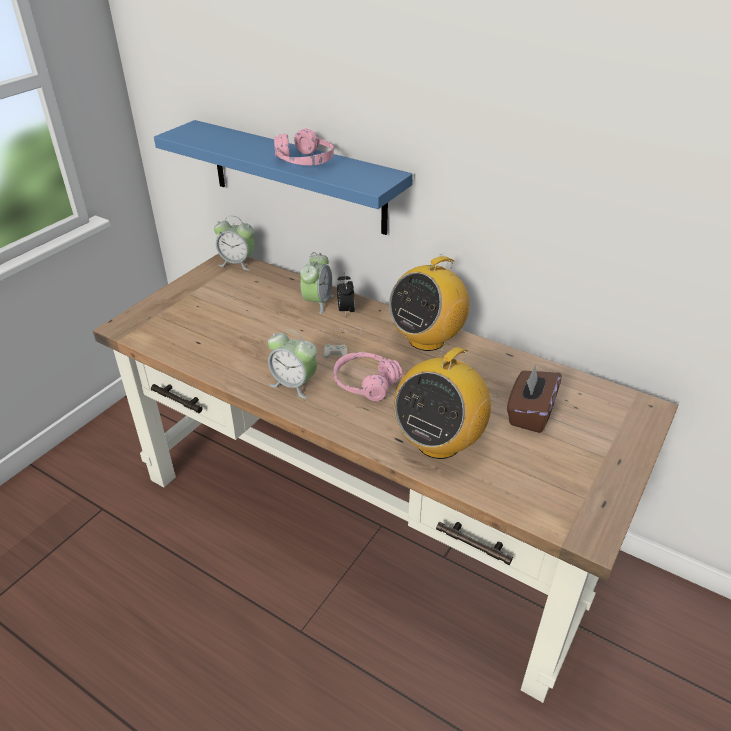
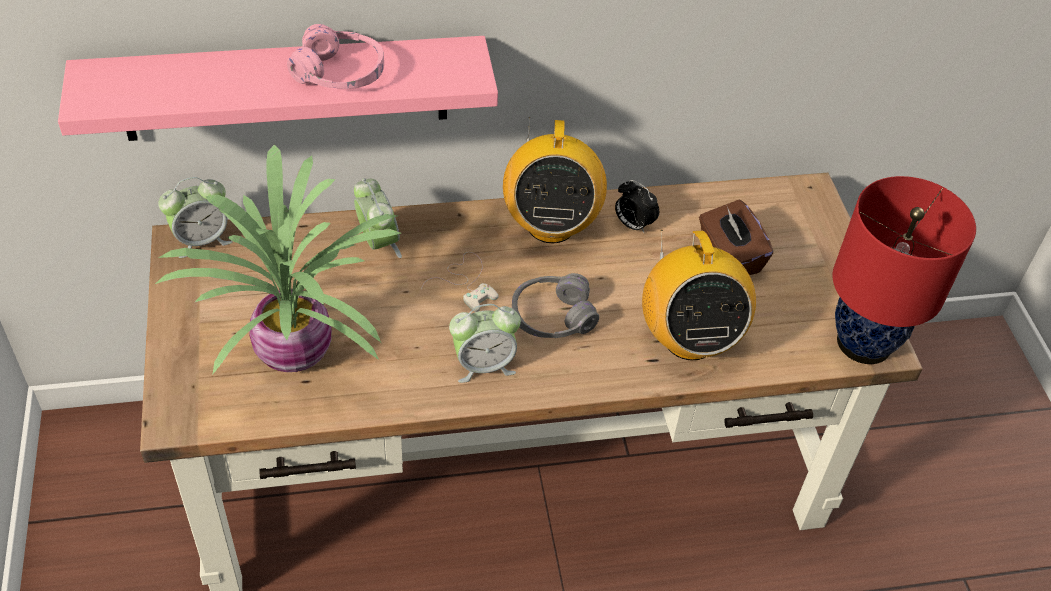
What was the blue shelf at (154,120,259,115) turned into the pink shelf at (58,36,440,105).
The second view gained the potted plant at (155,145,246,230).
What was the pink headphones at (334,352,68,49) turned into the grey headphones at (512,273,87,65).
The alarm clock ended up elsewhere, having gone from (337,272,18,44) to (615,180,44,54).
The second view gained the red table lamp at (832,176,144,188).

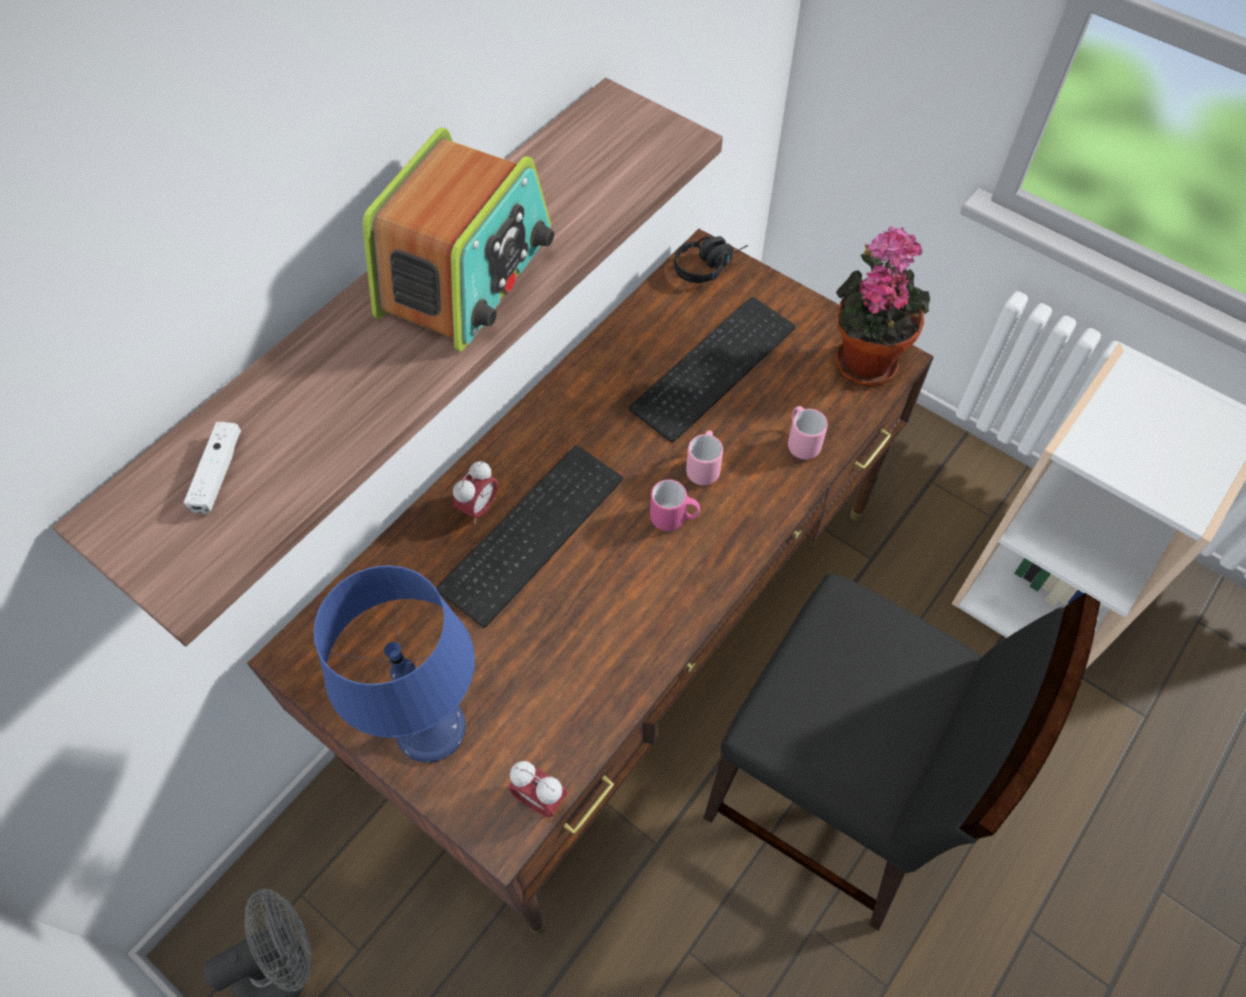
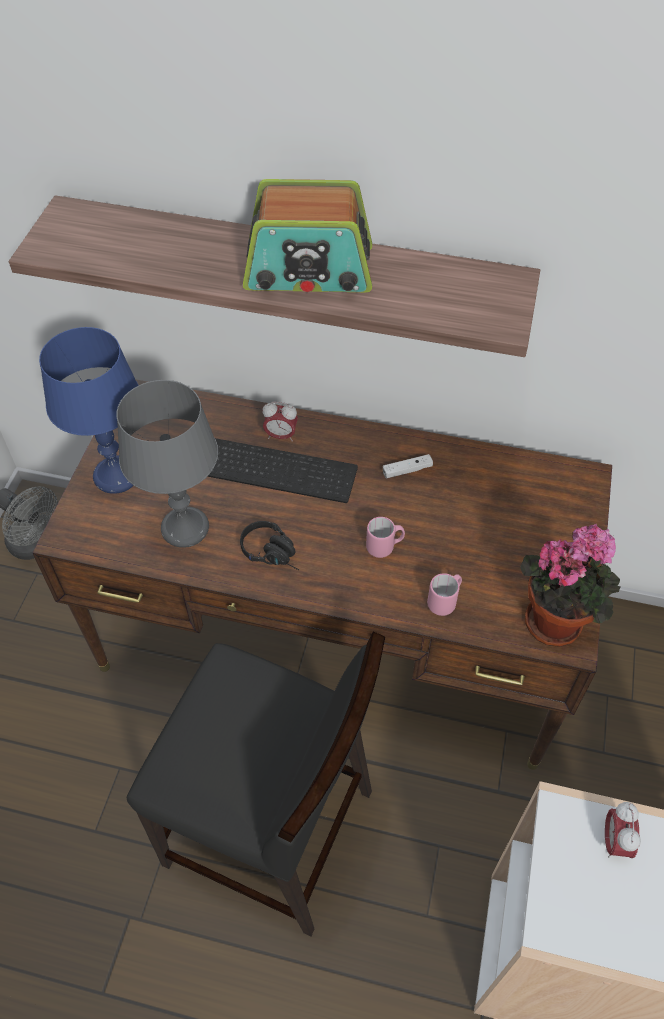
The second view gained the grey table lamp at (117,380,101,168).
The black chair at (704,573,396,358) ended up facing another way, 75 degrees counterclockwise from before.
The black headphones ended up elsewhere, having gone from (674,236,74,47) to (240,521,59,49).
The white game controller ended up elsewhere, having gone from (184,422,57,92) to (383,454,50,24).
The alarm clock ended up elsewhere, having gone from (508,761,59,57) to (605,802,36,56).
The second view lost the keyboard at (629,297,167,145).
The second view lost the pink mug at (650,479,50,52).

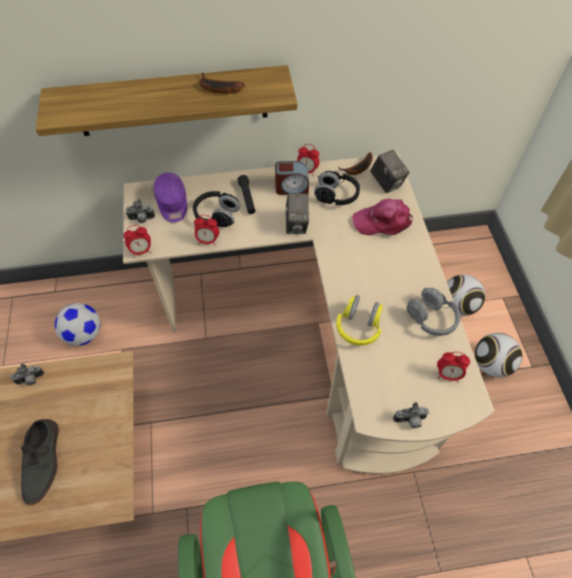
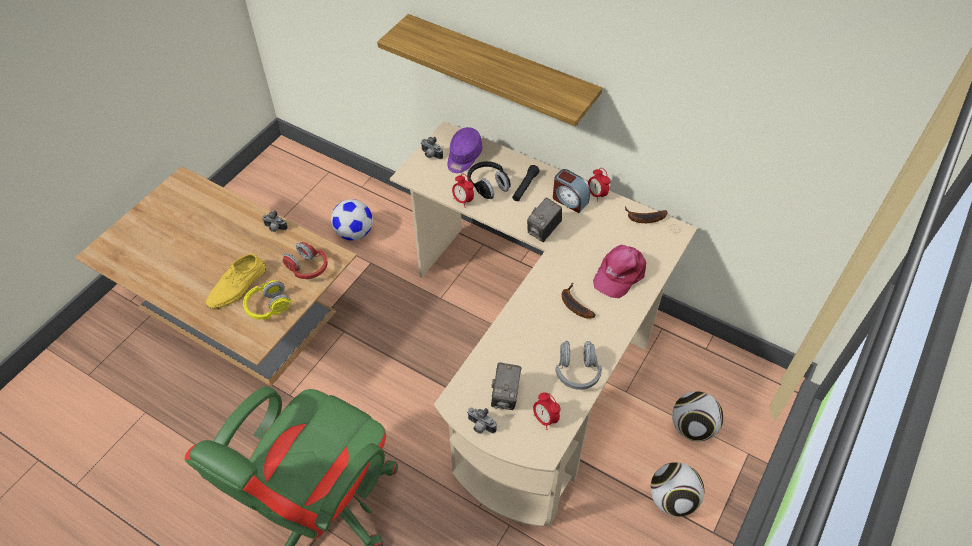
What was the grey shoe at (21,419,38,86) turned into the yellow shoe at (206,254,60,55).
The yellow headphones ended up elsewhere, having gone from (336,295,47,51) to (243,281,50,39).
The second view gained the red headphones at (283,242,45,37).
The photo camera ended up elsewhere, having gone from (370,150,40,43) to (491,363,31,47).
The banana ended up elsewhere, having gone from (200,72,45,22) to (562,283,33,36).
The pink cap at (352,198,61,38) ended up facing another way, 90 degrees counterclockwise from before.
The second view lost the alarm clock at (123,225,28,33).
The second view lost the black headphones at (314,171,46,34).

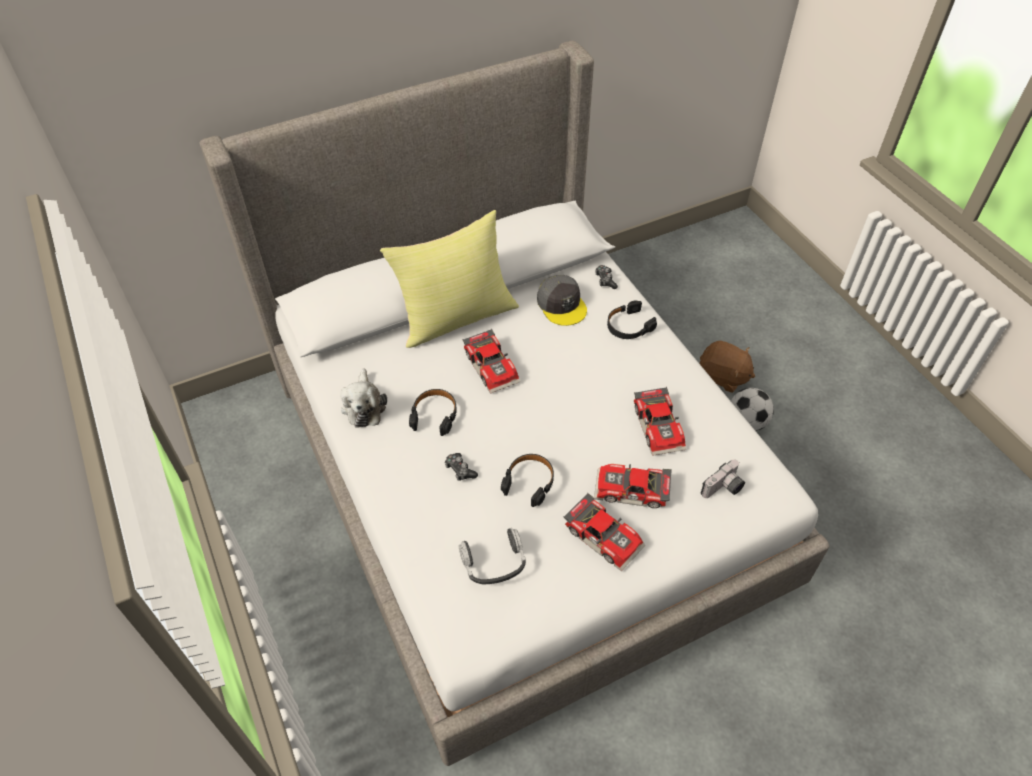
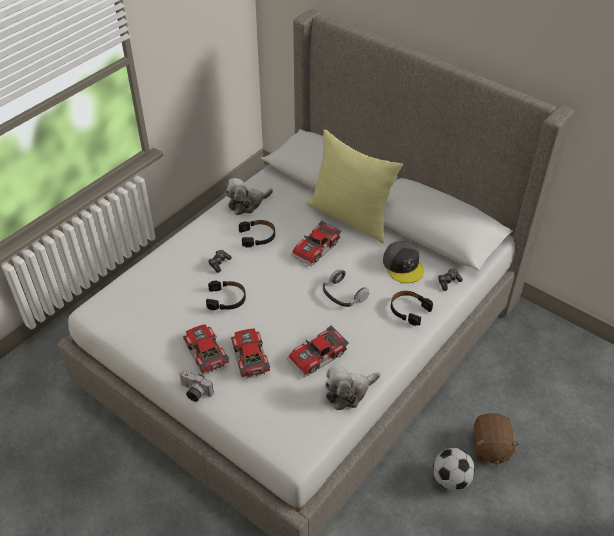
The photo camera ended up elsewhere, having gone from (701,460,44,38) to (179,370,35,32).
The toy car at (563,493,82,78) ended up facing another way, 135 degrees clockwise from before.
The headphones ended up elsewhere, having gone from (458,528,68,56) to (323,270,46,37).
The second view gained the plush toy at (325,365,55,45).
The grey cap at (537,275,50,51) ended up facing another way, 60 degrees counterclockwise from before.

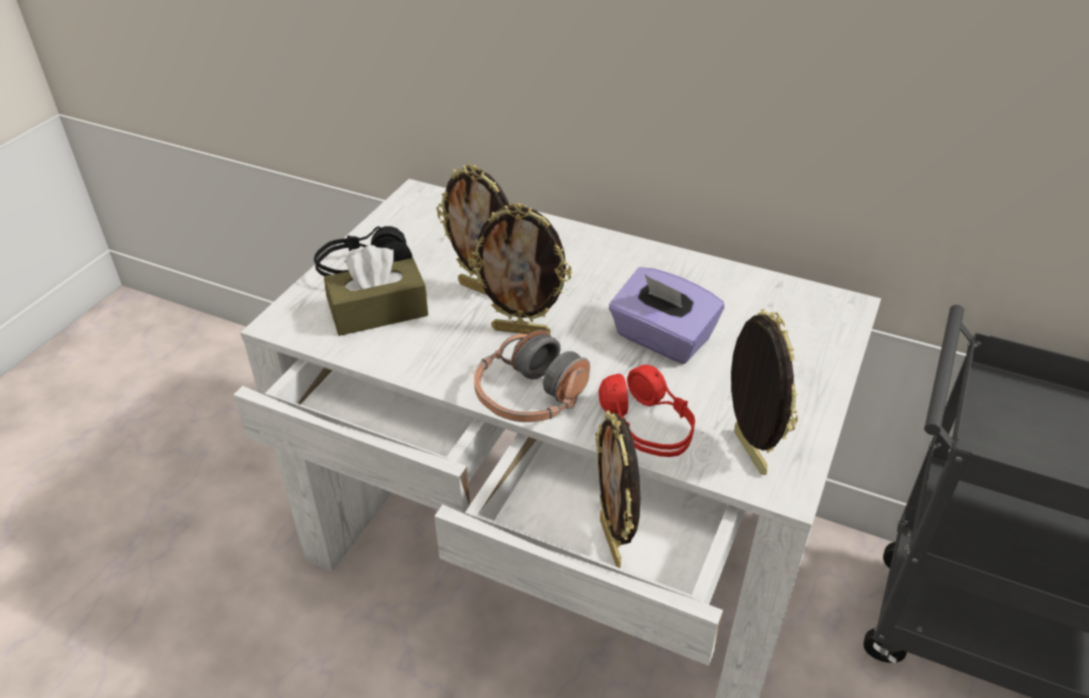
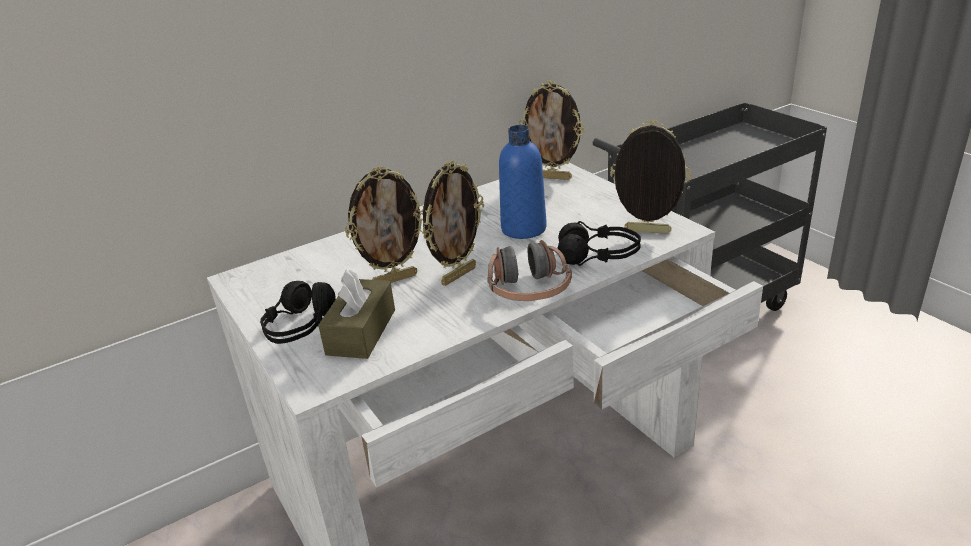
Where the purple tissue box stood at (609,267,115,97), the blue bottle came to stand at (499,125,48,114).
The picture frame ended up elsewhere, having gone from (595,410,45,158) to (519,81,66,99).
What was the red headphones at (599,365,96,92) turned into the black headphones at (557,221,84,45).

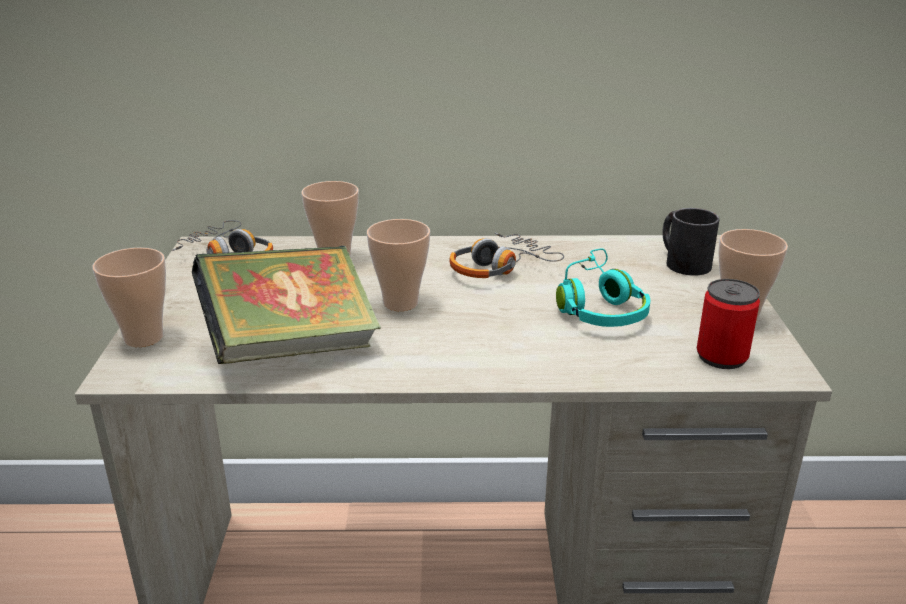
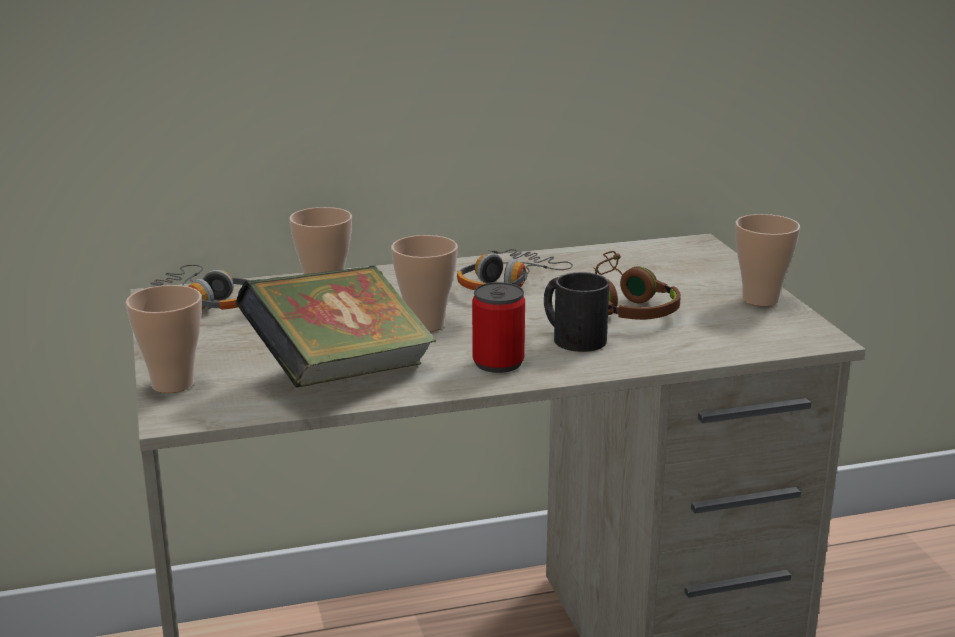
The can ended up elsewhere, having gone from (697,279,63,90) to (472,282,53,91).
The black mug ended up elsewhere, having gone from (662,208,57,68) to (544,272,65,80).
What was the turquoise headphones at (556,248,95,79) turned into the brown headphones at (593,251,88,69).

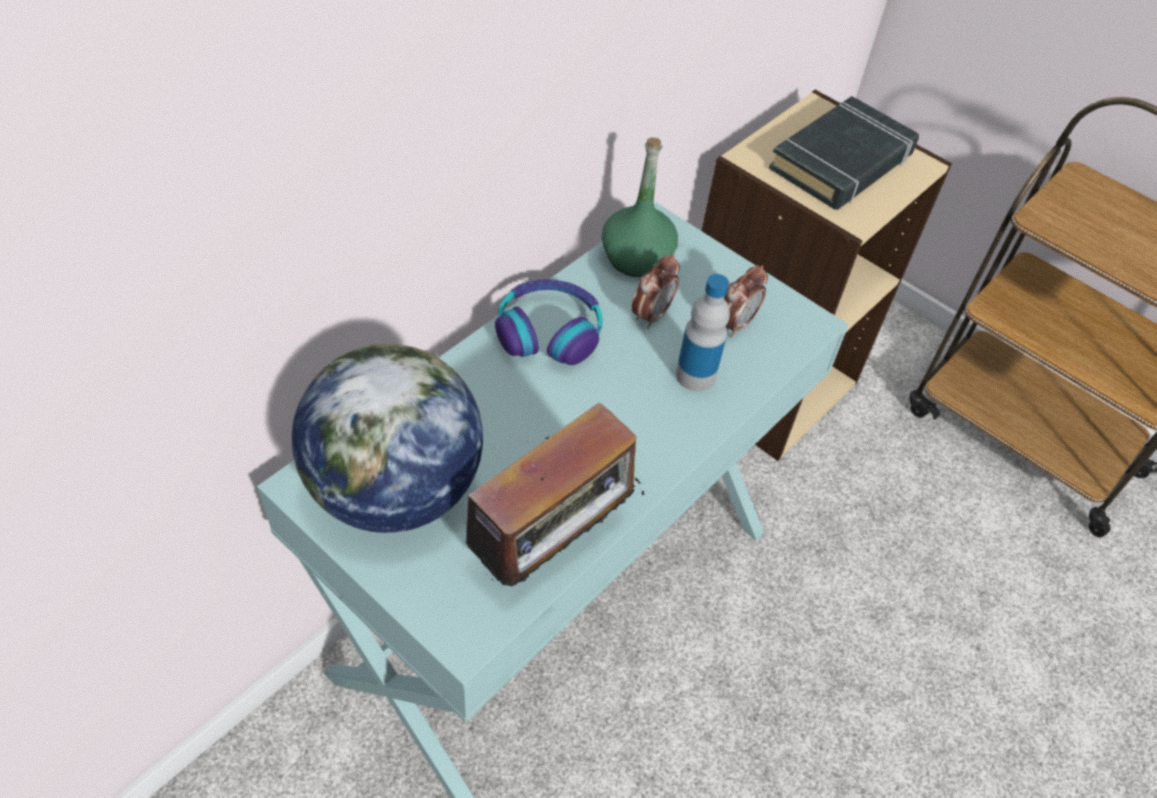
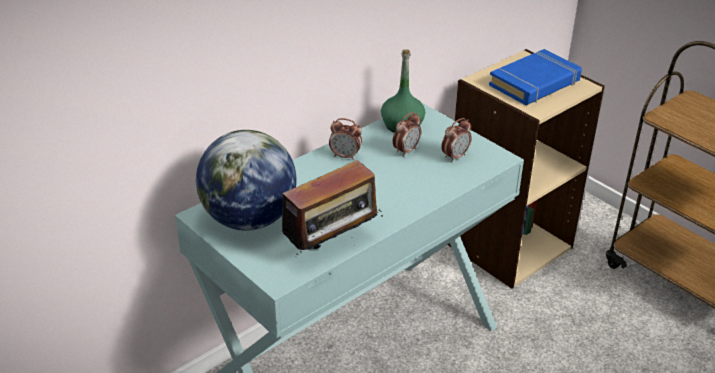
Where the headphones stood at (495,279,108,86), the alarm clock came to stand at (329,118,33,42).
What was the black book at (769,96,150,114) turned into the blue book at (489,49,93,56).
The second view lost the bottle at (676,274,54,117).

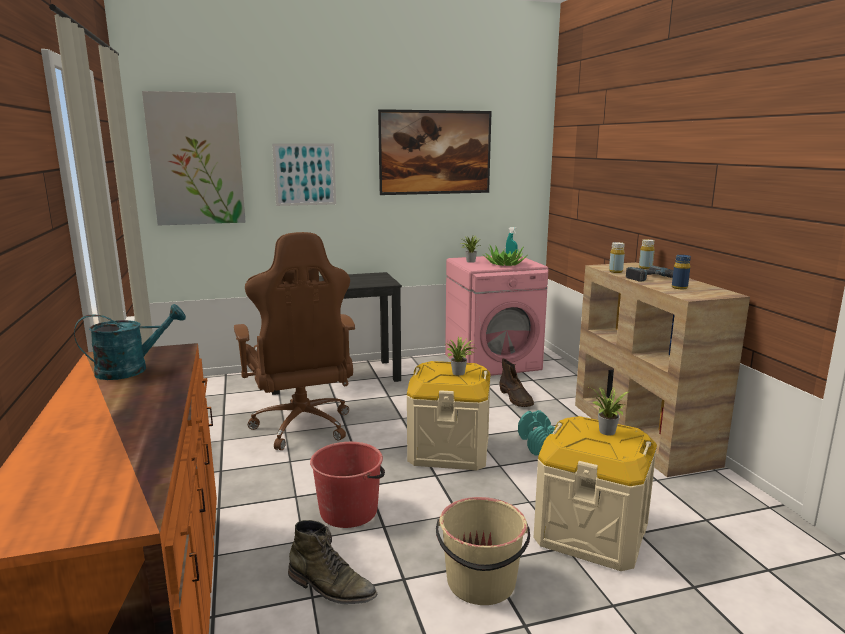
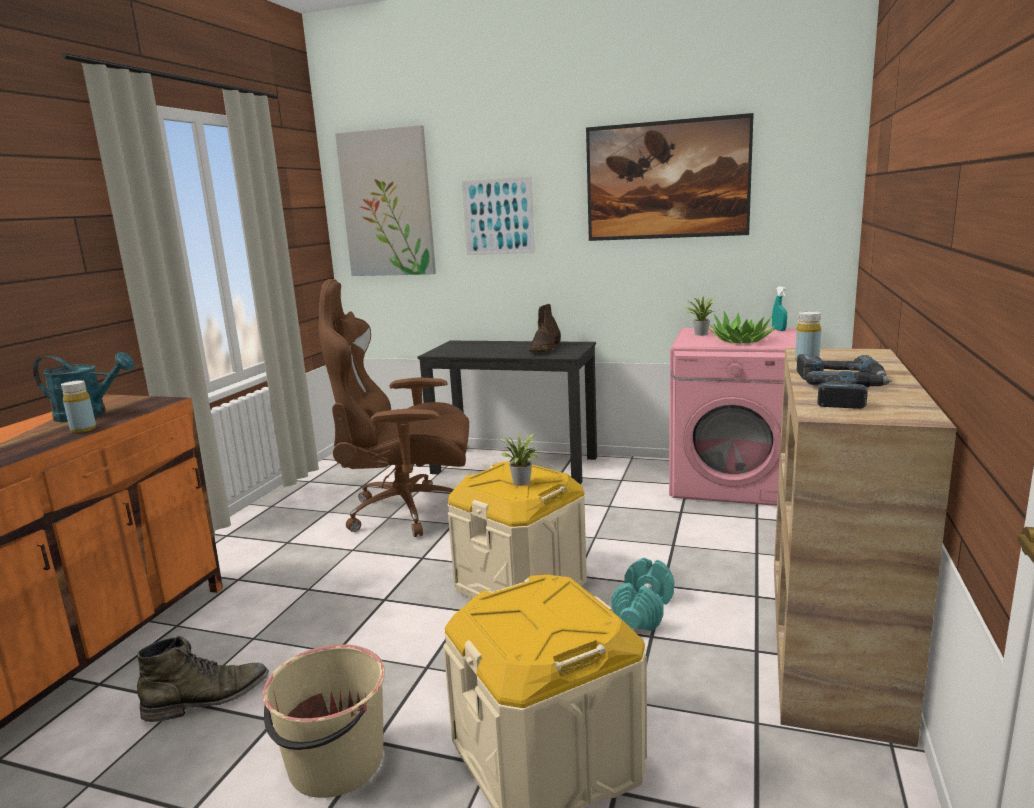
The yellow bottle ended up elsewhere, having gone from (639,239,16,30) to (61,380,35,53).
The green boot at (288,520,89,84) ended up facing another way, 90 degrees counterclockwise from before.
The brown office chair at (234,232,121,218) ended up facing another way, 75 degrees clockwise from before.
The brown boot ended up elsewhere, having gone from (499,358,35,49) to (529,304,32,48).
Where the blue bottle stood at (672,255,19,34), the power drill came to stand at (806,371,86,38).
The second view lost the red bucket at (310,442,75,86).
The second view lost the potted plant at (589,387,39,48).

